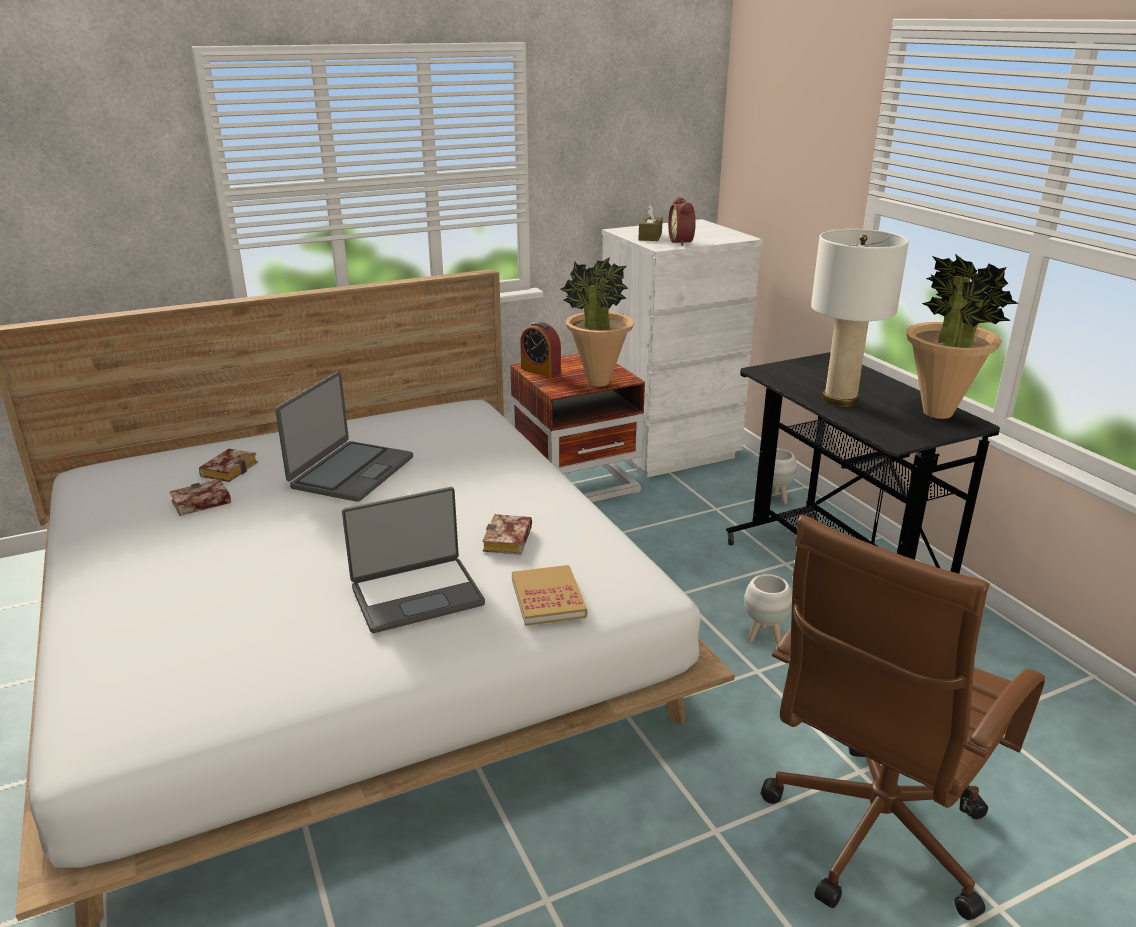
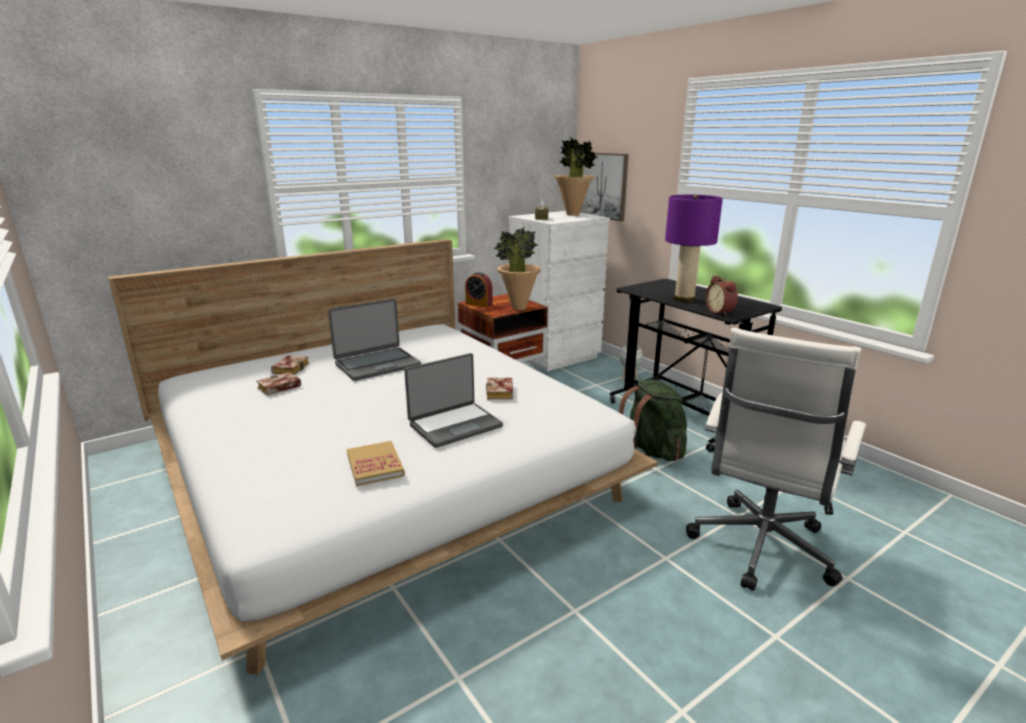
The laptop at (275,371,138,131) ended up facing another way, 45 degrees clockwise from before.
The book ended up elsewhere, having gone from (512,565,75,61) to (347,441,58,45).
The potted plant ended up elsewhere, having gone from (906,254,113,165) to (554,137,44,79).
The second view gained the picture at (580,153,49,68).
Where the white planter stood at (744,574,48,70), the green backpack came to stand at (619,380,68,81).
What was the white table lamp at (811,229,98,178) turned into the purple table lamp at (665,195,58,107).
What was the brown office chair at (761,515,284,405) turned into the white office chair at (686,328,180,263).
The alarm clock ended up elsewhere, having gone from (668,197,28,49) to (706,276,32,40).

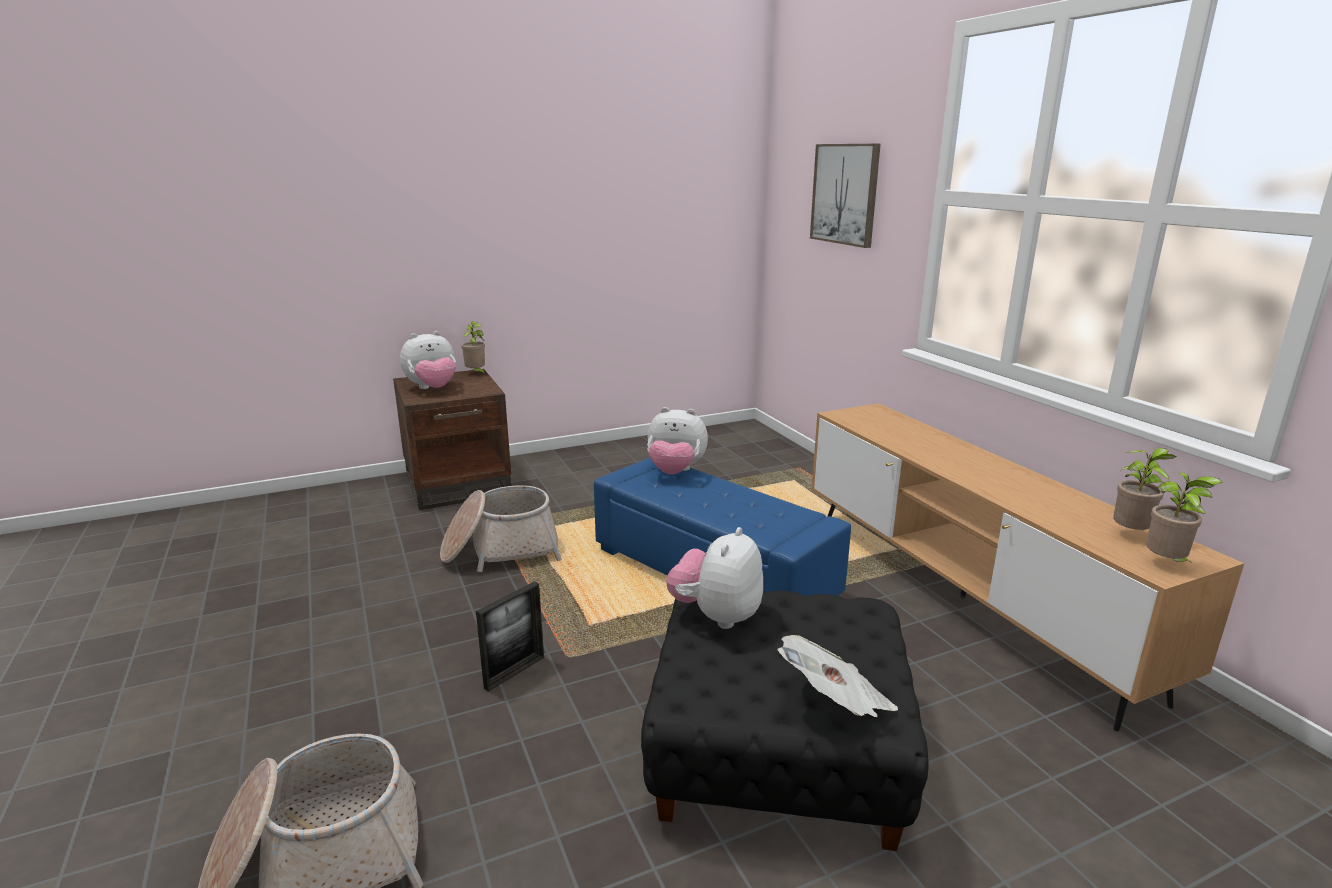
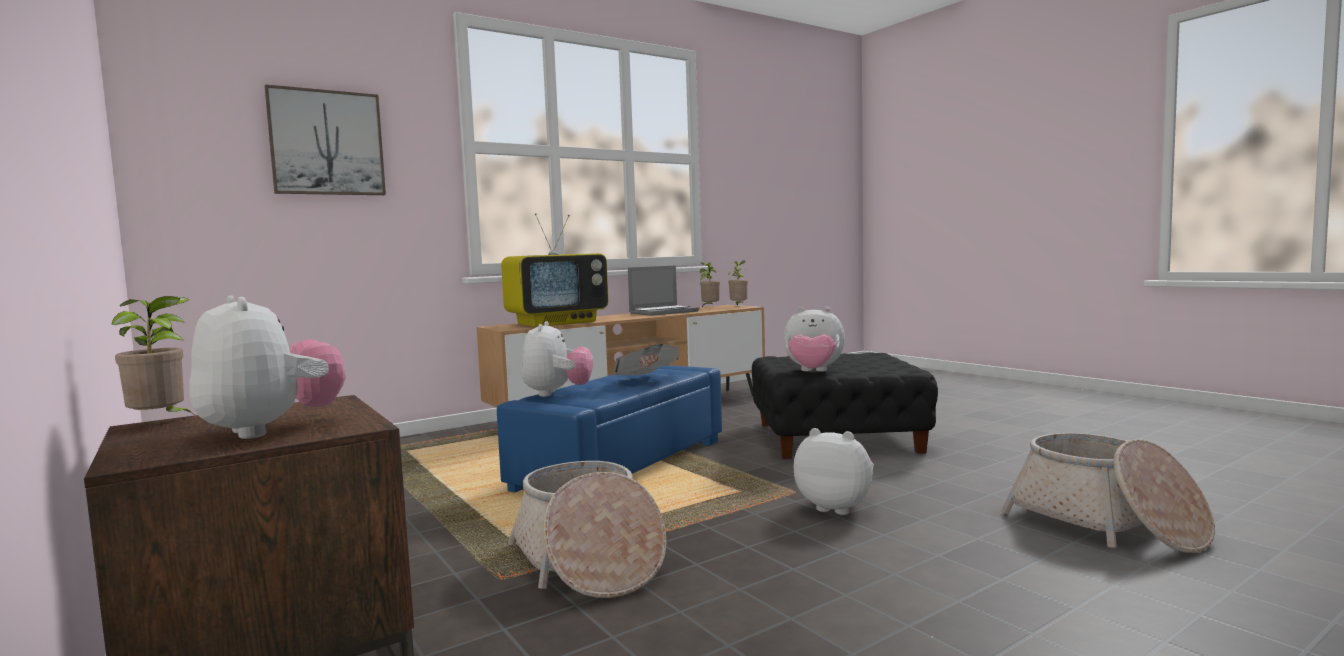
The second view gained the television at (501,213,108,114).
The newspaper ended up elsewhere, having gone from (777,635,121,82) to (614,344,65,32).
The second view gained the laptop at (628,265,71,51).
Where the picture frame stood at (476,581,68,111), the plush toy came to stand at (794,428,80,87).

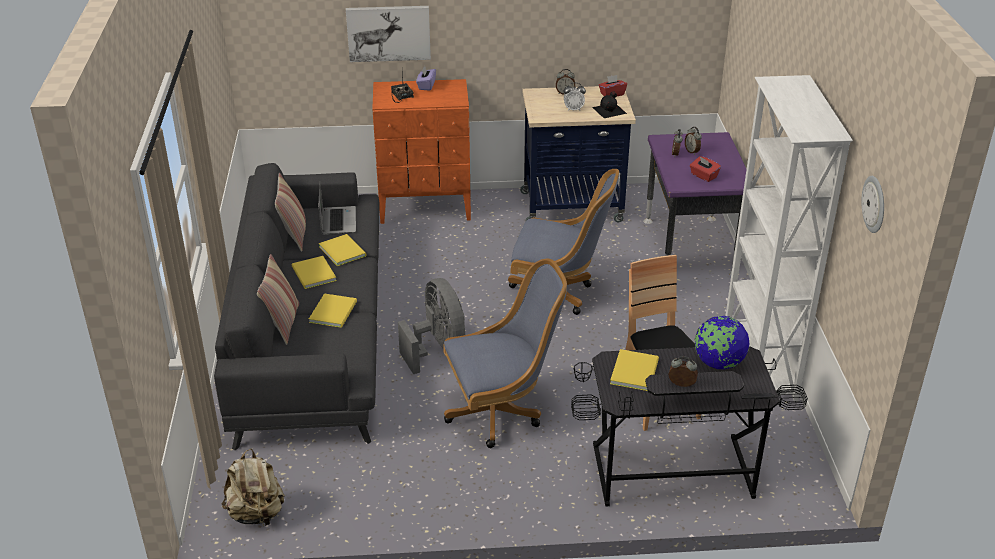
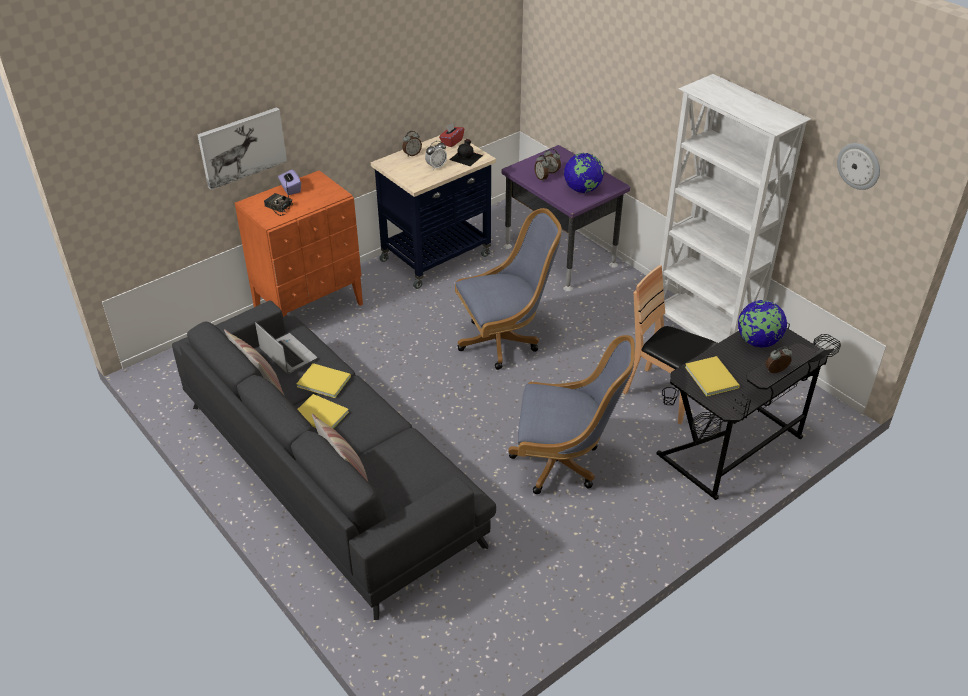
The blue office chair at (443,259,124,189) ended up facing another way, 60 degrees clockwise from before.
Where the red tissue box stood at (690,156,31,26), the globe came to stand at (564,153,40,40).
The second view lost the beige backpack at (221,449,64,77).
The second view lost the yellow book at (309,293,48,35).
The second view lost the grey fan at (398,278,67,96).

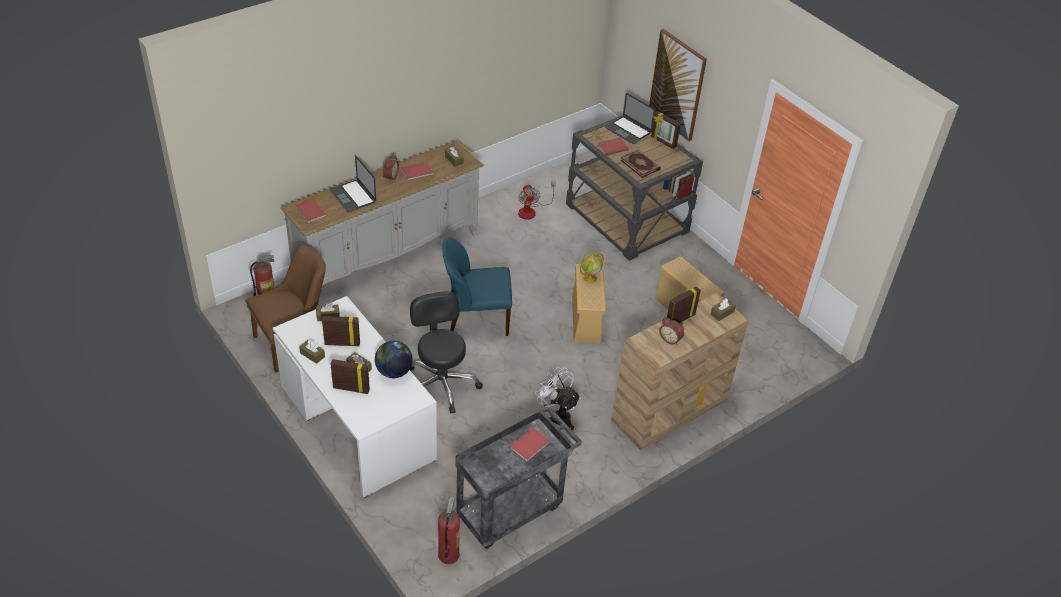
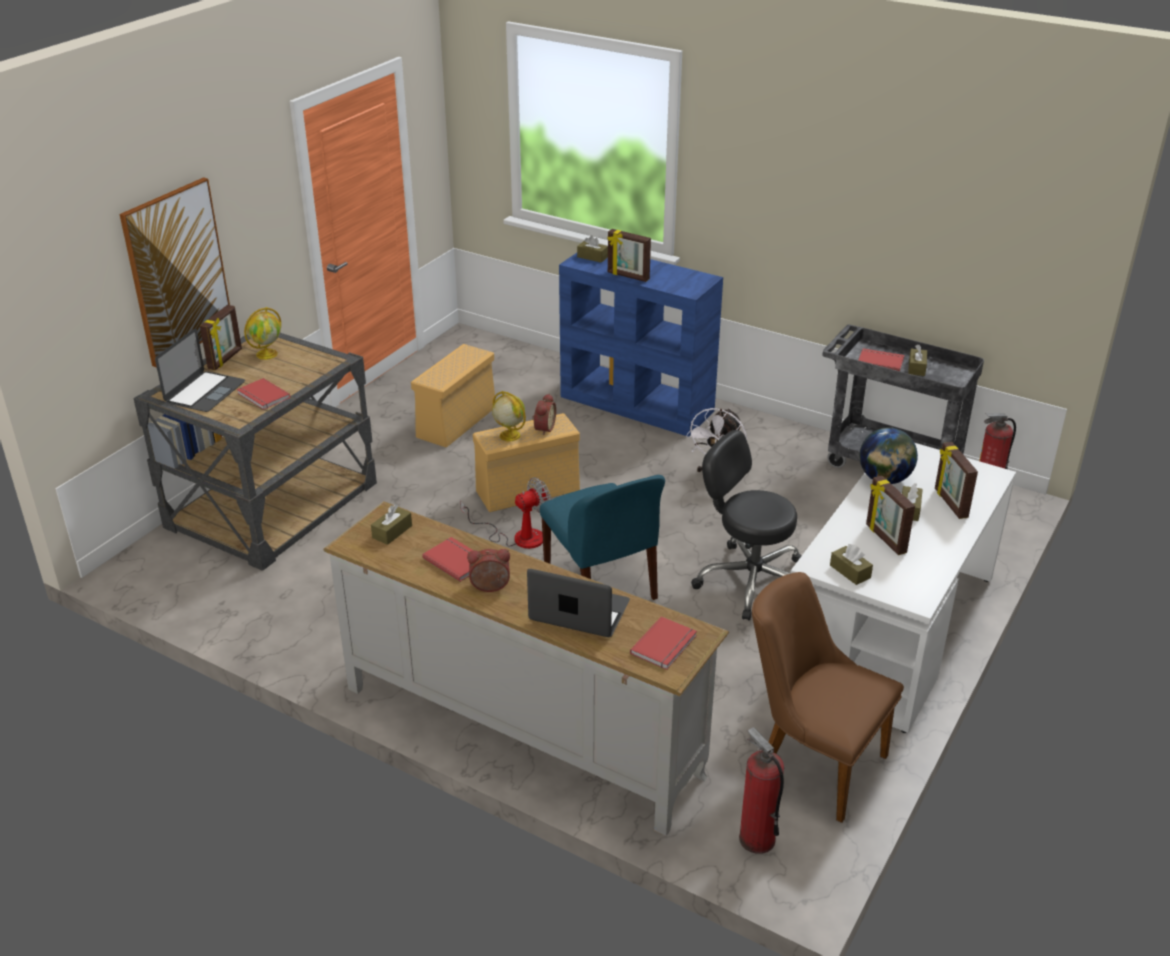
The second view gained the globe at (244,307,37,53).
The fan ended up elsewhere, having gone from (518,182,38,38) to (460,477,91,72).
The laptop at (329,156,47,56) ended up facing another way, 105 degrees counterclockwise from before.
The alarm clock ended up elsewhere, having gone from (659,317,25,28) to (532,394,24,41).
What was the brown bookcase at (612,293,137,157) turned into the blue bookcase at (559,253,164,184).
The black office chair at (410,291,73,122) ended up facing another way, 75 degrees clockwise from before.
The brown tissue box ended up elsewhere, having gone from (299,340,26,24) to (908,345,19,31).
The second view lost the book at (621,150,40,28).

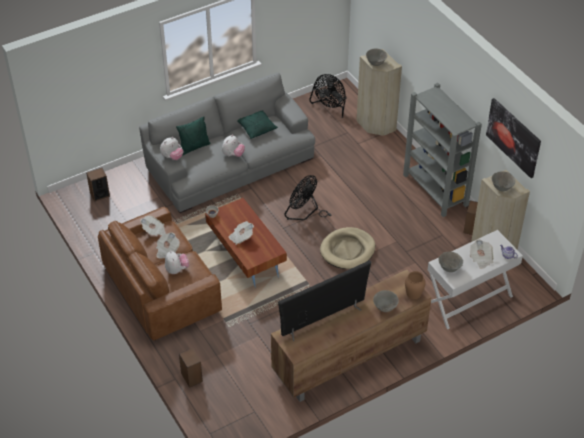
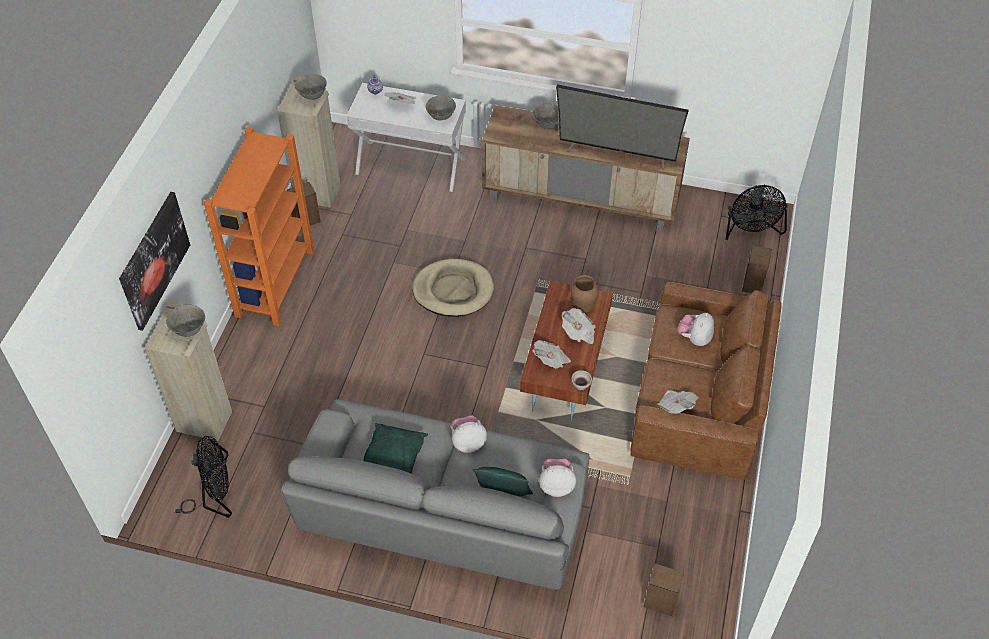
The picture ended up elsewhere, having gone from (486,98,55,80) to (119,192,71,139).
What was the grey bookcase at (403,83,79,134) turned into the orange bookcase at (204,127,110,199).
The newspaper ended up elsewhere, having gone from (156,232,24,27) to (532,340,39,29).
The brown vase ended up elsewhere, having gone from (405,271,21,28) to (571,275,28,38).
The black fan ended up elsewhere, having gone from (285,175,46,45) to (725,185,62,55).

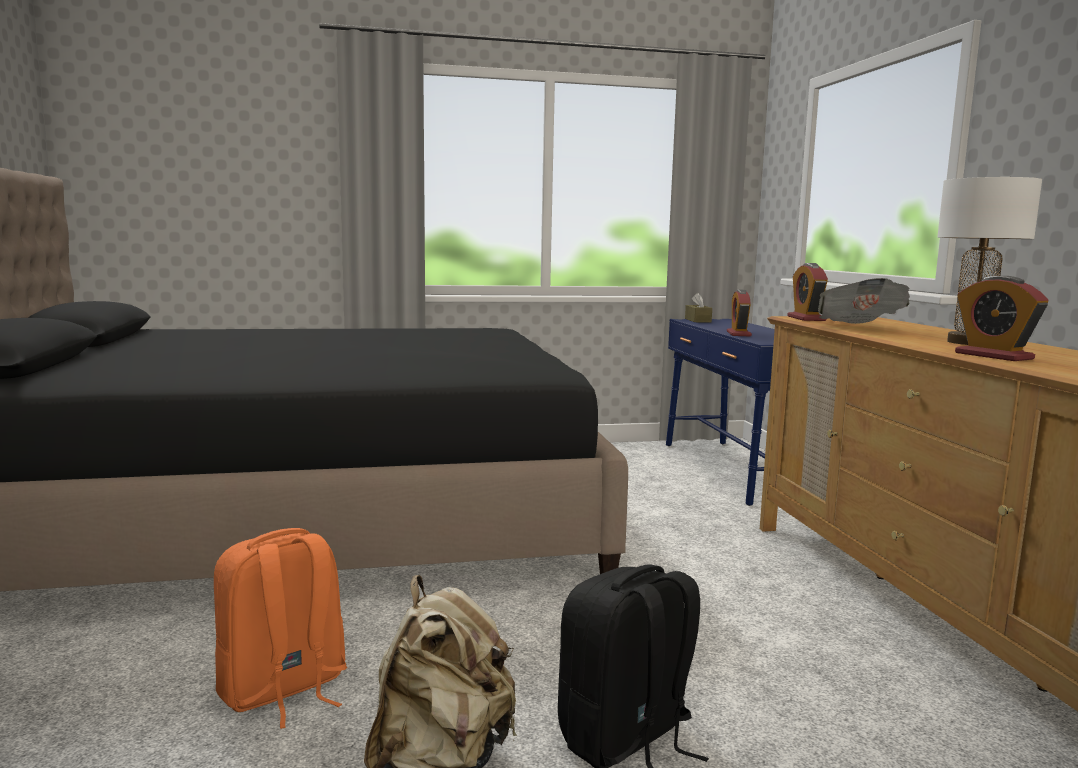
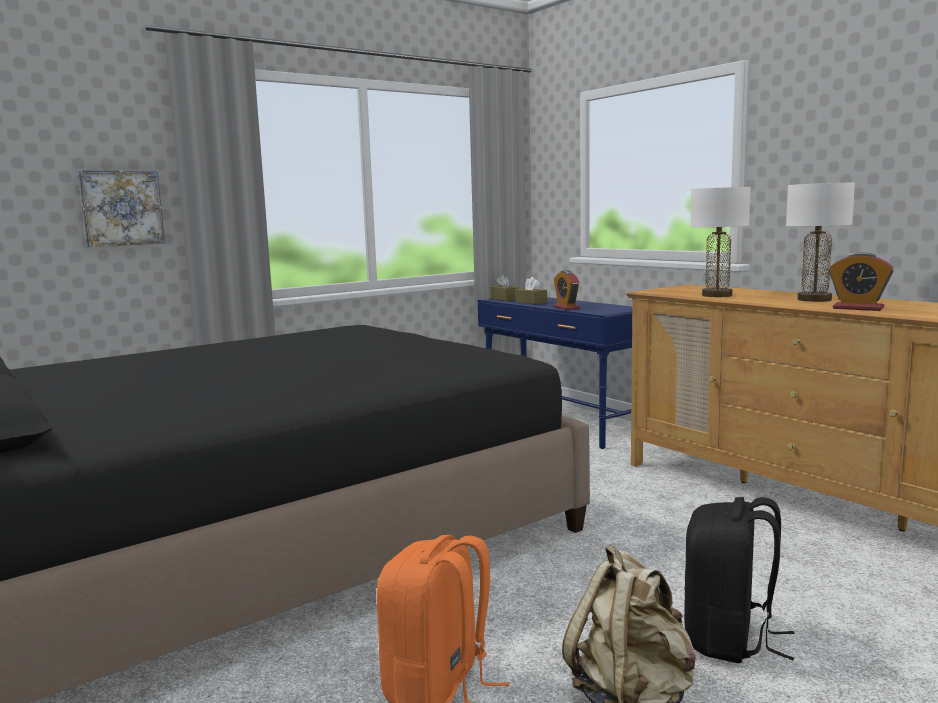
The second view gained the picture at (77,170,88,77).
The second view gained the brown tissue box at (515,277,32,28).
Where the newspaper stood at (818,278,92,46), the table lamp came to stand at (690,187,61,110).
The second view lost the alarm clock at (787,263,41,58).

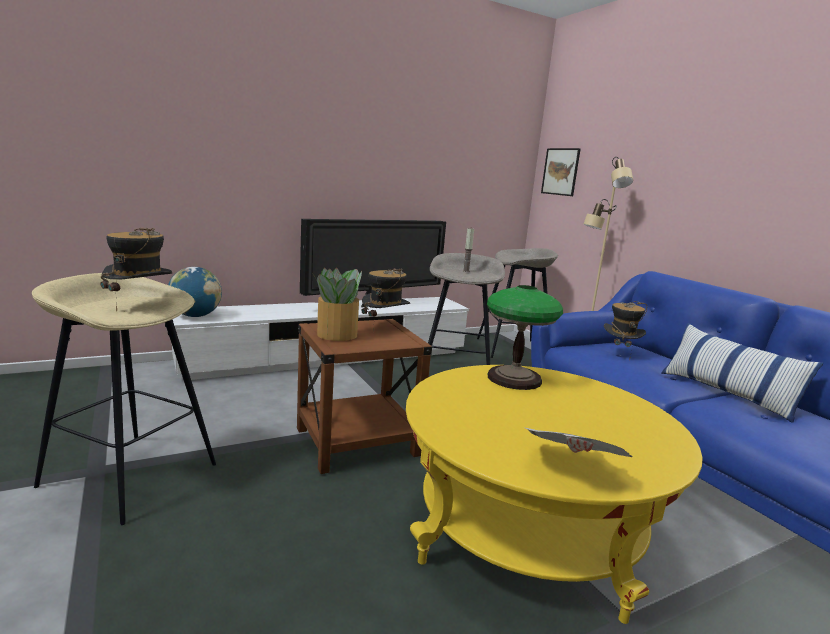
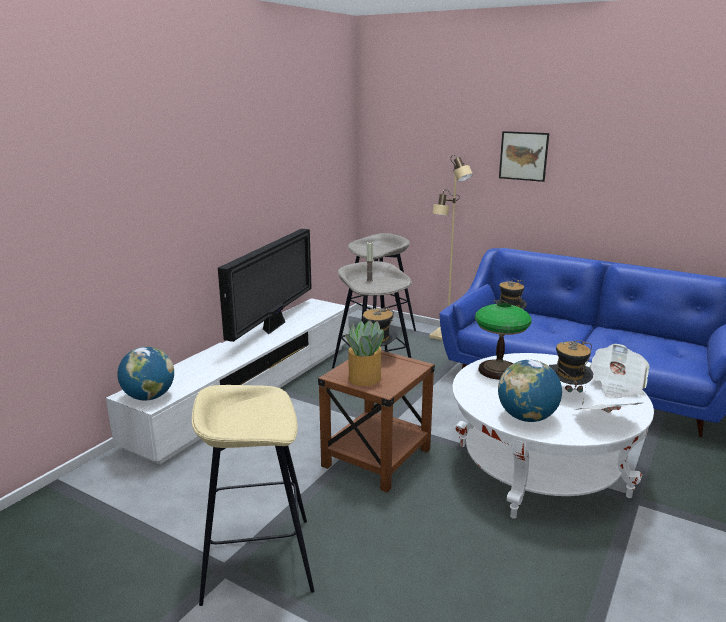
What was the yellow coffee table at (406,365,296,259) turned into the white coffee table at (452,353,202,165).
The second view gained the globe at (498,359,64,63).
The picture ended up elsewhere, having gone from (541,148,40,48) to (499,131,50,51).
The hat ended up elsewhere, having gone from (100,227,72,84) to (549,340,44,65).
The second view gained the newspaper at (589,344,61,55).
The second view lost the pillow at (661,323,162,100).

